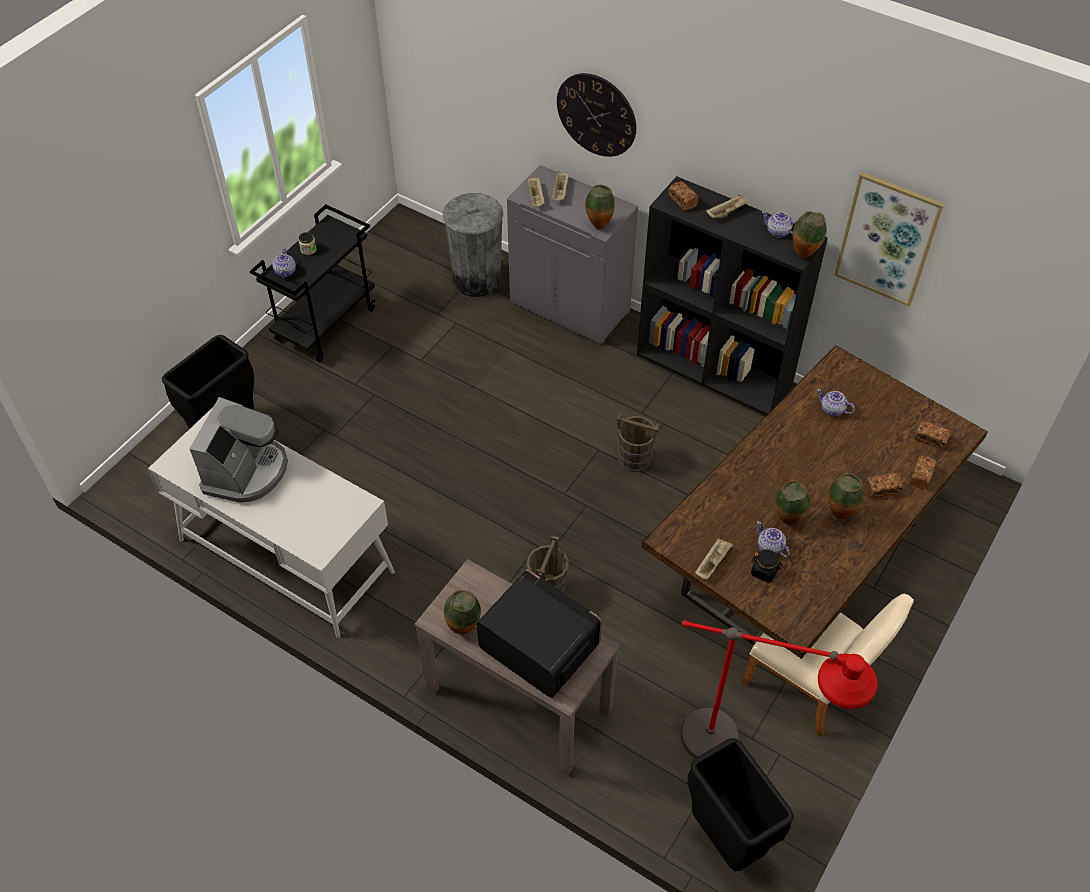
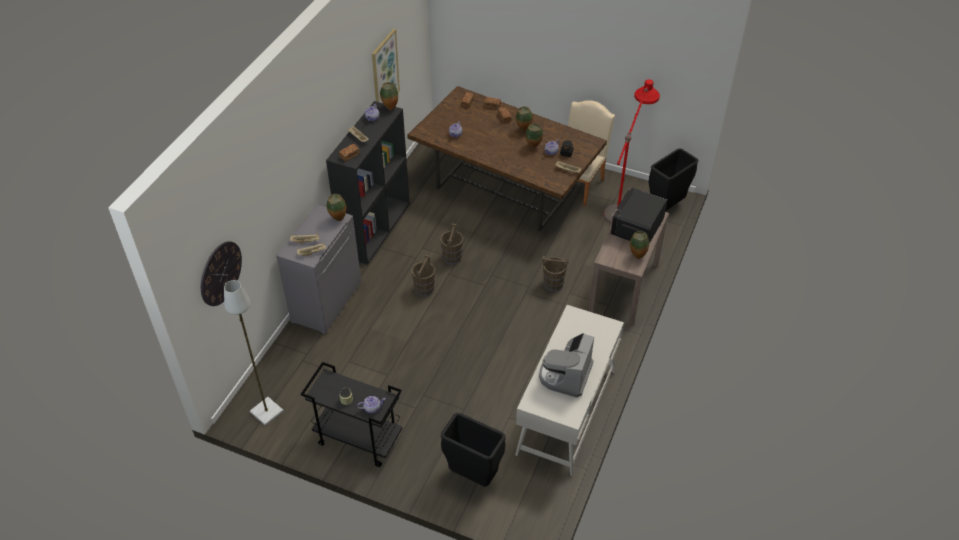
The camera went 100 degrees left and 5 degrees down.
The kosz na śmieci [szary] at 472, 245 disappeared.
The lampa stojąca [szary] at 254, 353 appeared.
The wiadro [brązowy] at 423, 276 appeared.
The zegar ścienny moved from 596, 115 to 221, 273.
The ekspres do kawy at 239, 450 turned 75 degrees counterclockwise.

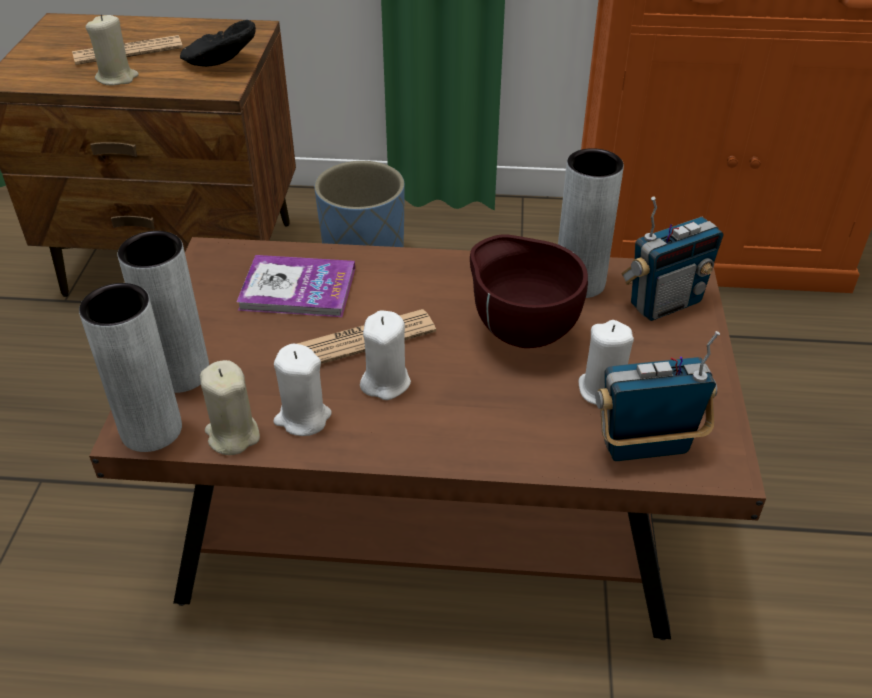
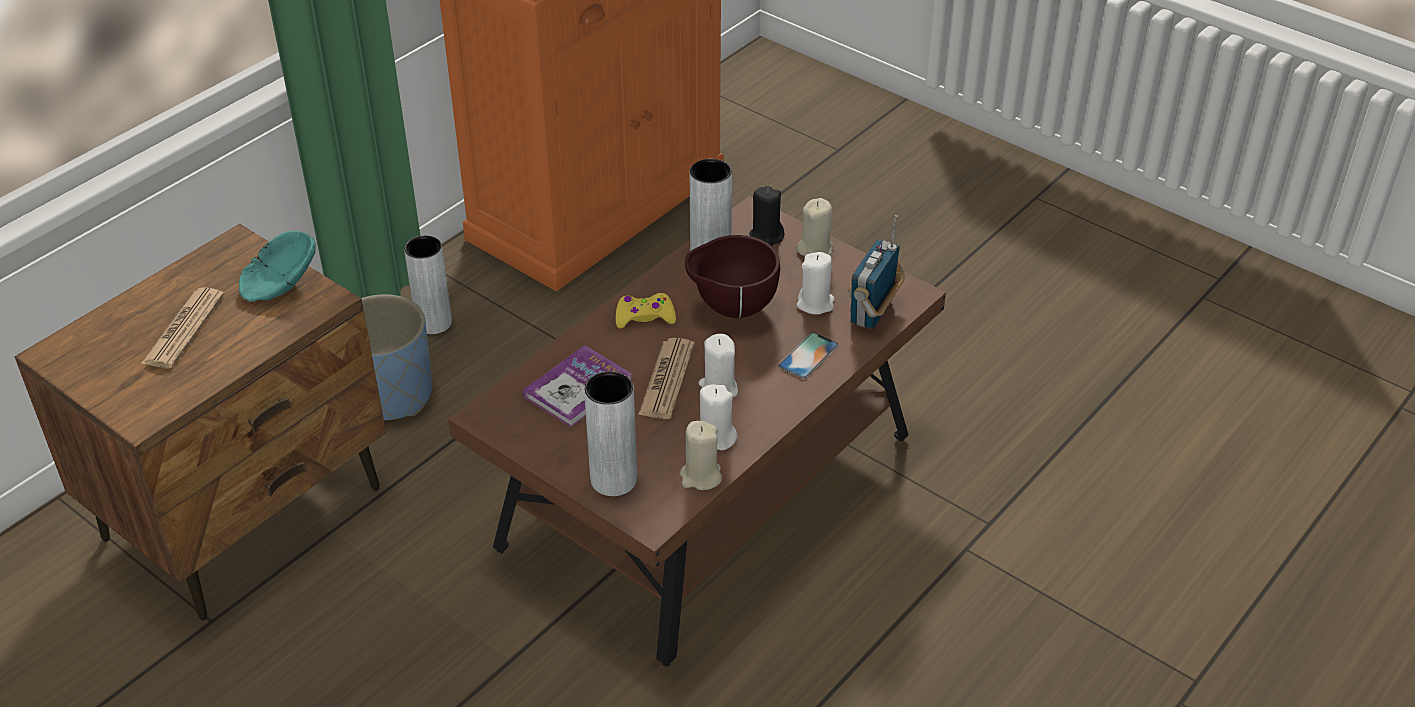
The camera went 55 degrees left and 0 degrees up.
The pad do gier [żółty] at 646, 311 appeared.
The telefon at 808, 355 appeared.
The wazon [szary] moved from 130, 367 to 428, 285.
The świeca [beżowy] moved from 112, 49 to 814, 227.
The radio at 672, 259 was replaced by the świeca [czarny] at 767, 216.
The miska [czarny] at 218, 43 became the miska [turkusowy] at 277, 266.

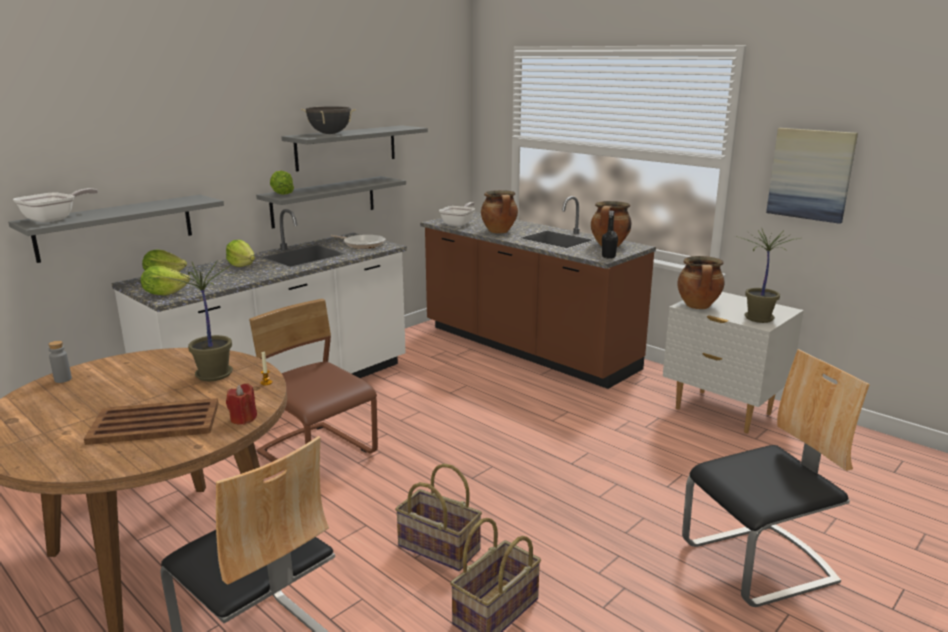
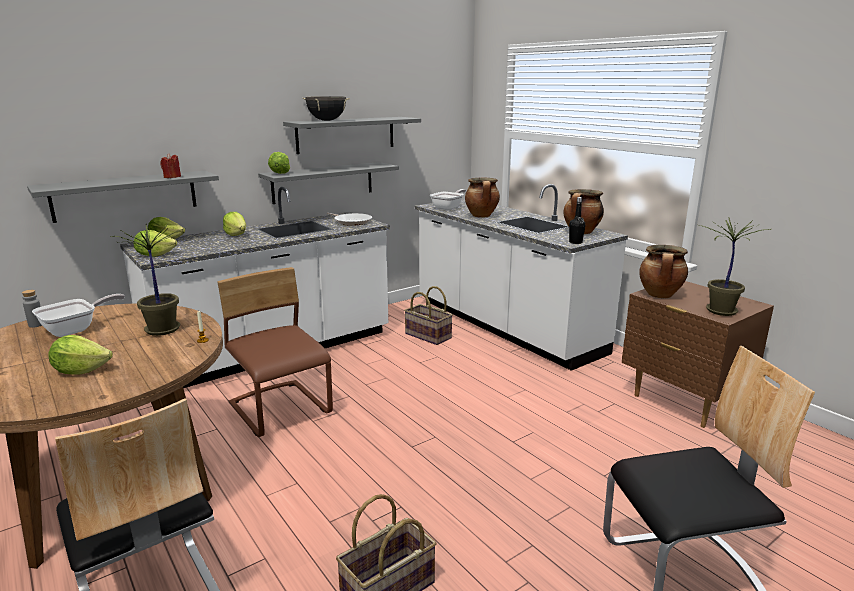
The camera went 10 degrees right and 0 degrees up.
The obraz at 812, 176 disappeared.
The patelnia moved from 55, 205 to 78, 315.
The świeca [czerwony] moved from 241, 403 to 171, 166.
The koszyk moved from 438, 517 to 428, 315.
The taca [brązowy] at 151, 421 was replaced by the sałata at 80, 355.
The zabudowa kuchenna [brązowy] at 538, 292 became the zabudowa kuchenna [biały] at 521, 277.
The szafka nocna [biały] at 733, 363 became the szafka nocna [brązowy] at 698, 354.

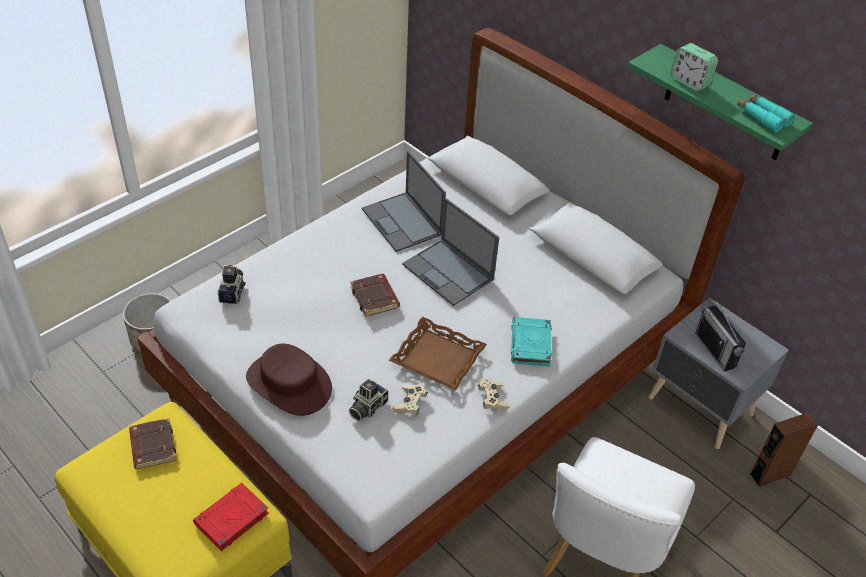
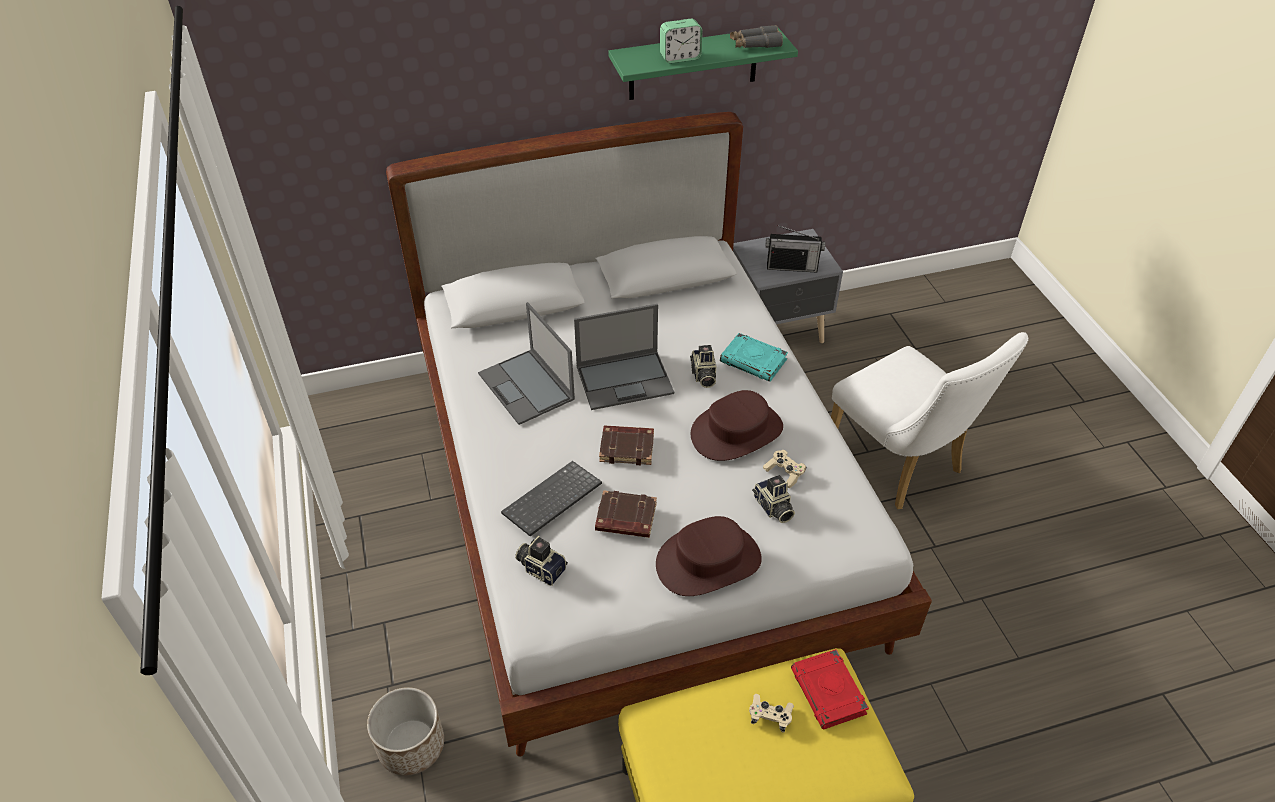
The camera went 60 degrees left and 0 degrees up.
The głośnik [brązowy] at 783, 450 disappeared.
The klawiatura at 551, 498 appeared.
The aparat fotograficzny at 703, 366 appeared.
The książka [brązowy] moved from 153, 443 to 626, 514.
The pad do gier [beżowy] moved from 494, 395 to 771, 713.
The taca [brązowy] at 438, 354 was replaced by the kapelusz [brązowy] at 737, 425.
The lornetka [turkusowy] at 766, 113 became the lornetka [szary] at 756, 36.
The laptop at 404, 201 turned 60 degrees clockwise.

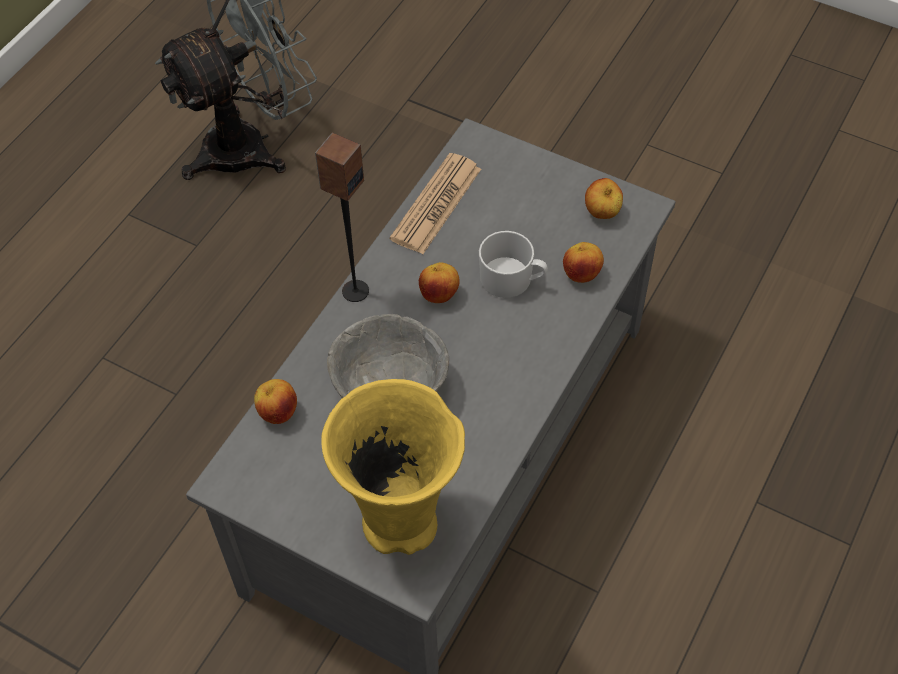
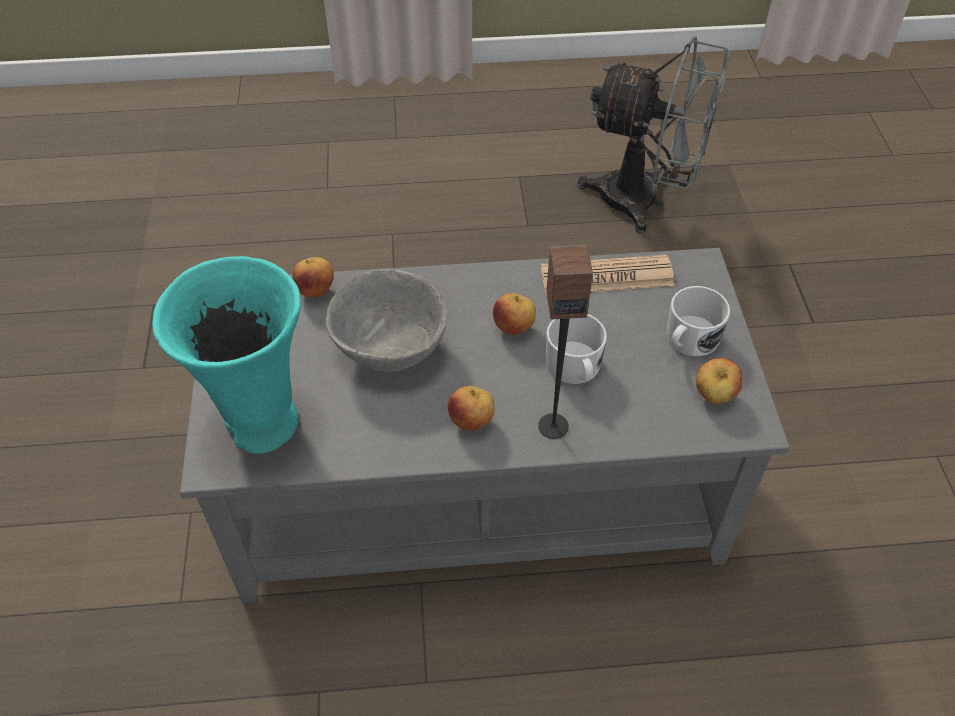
The camera went 55 degrees right and 5 degrees down.
The kubek [biały] at 698, 321 appeared.
The głośnik moved from 342, 217 to 565, 342.
The jabłko moved from 583, 262 to 471, 408.
The wazon [żółty] at 393, 467 became the wazon [turkusowy] at 226, 355.

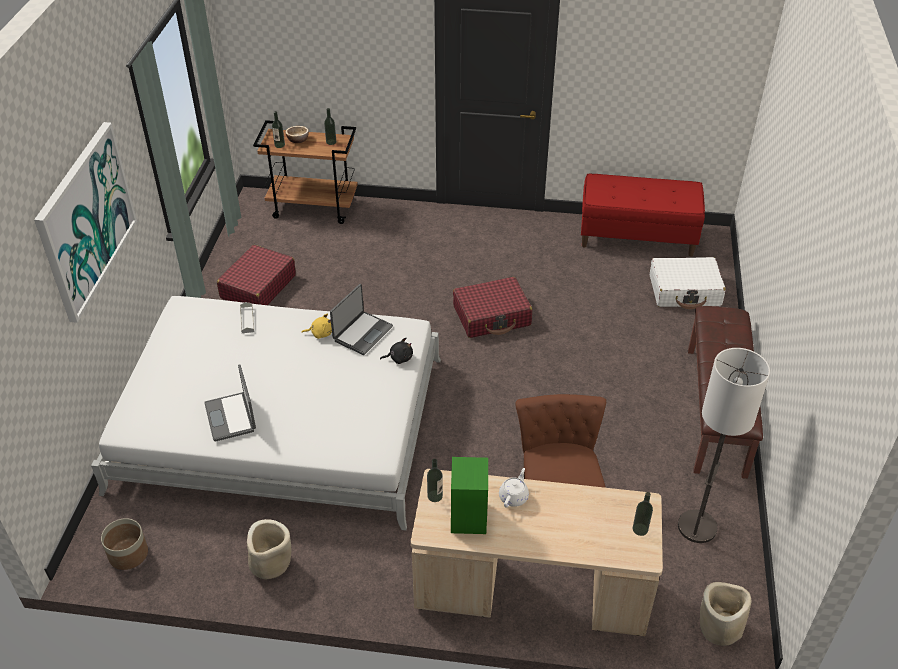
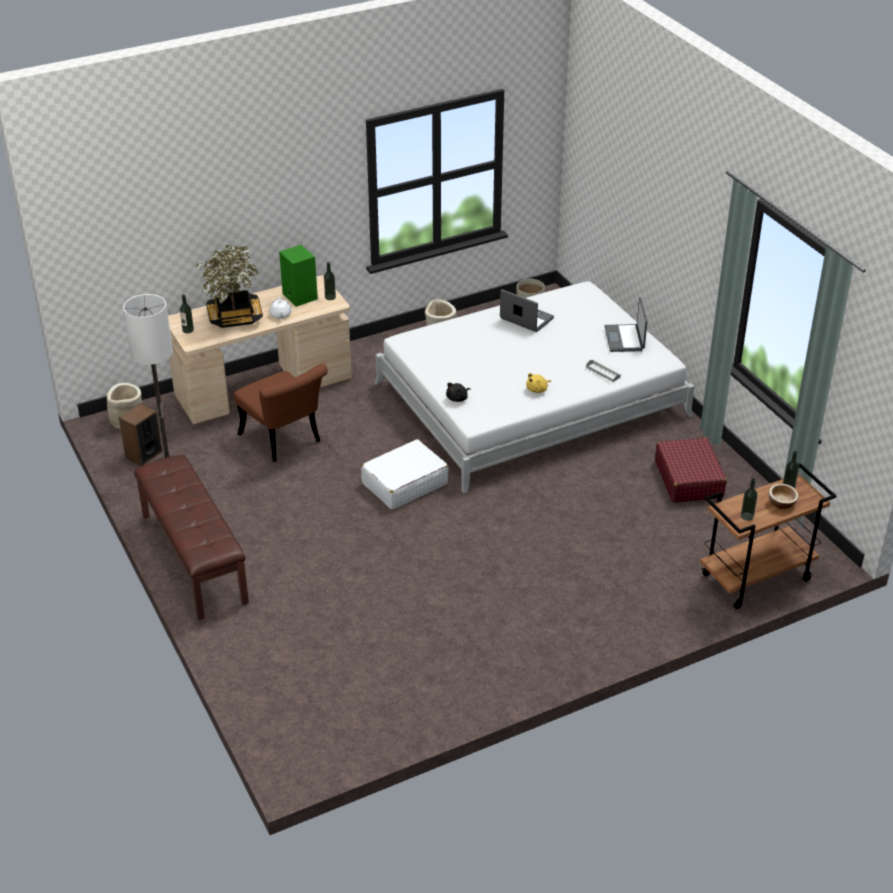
The camera went 145 degrees right and 5 degrees down.
The obraz at 85, 222 disappeared.
The walizka [czerwony] at 492, 307 disappeared.
The ławka [czerwony] at 643, 215 disappeared.
The głośnik at 141, 434 appeared.
The roślina doniczkowa at 229, 286 appeared.
The laptop moved from 361, 319 to 626, 324.
The walizka [biały] moved from 688, 283 to 404, 474.

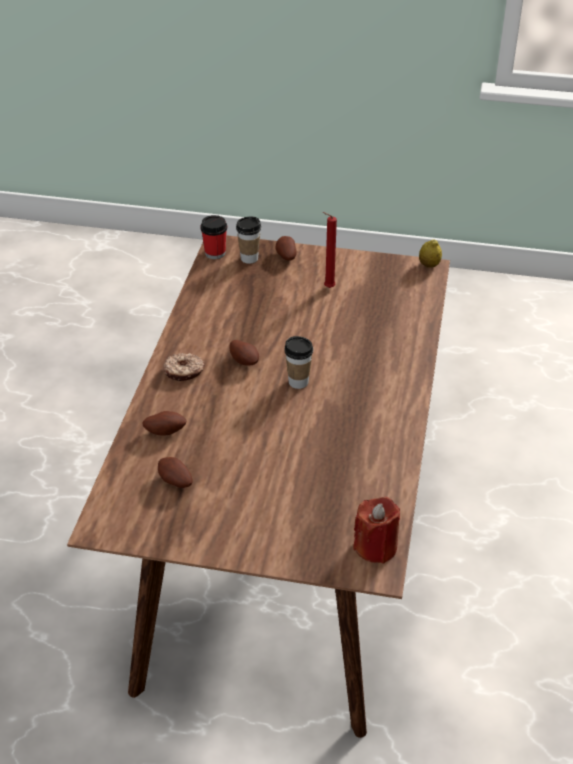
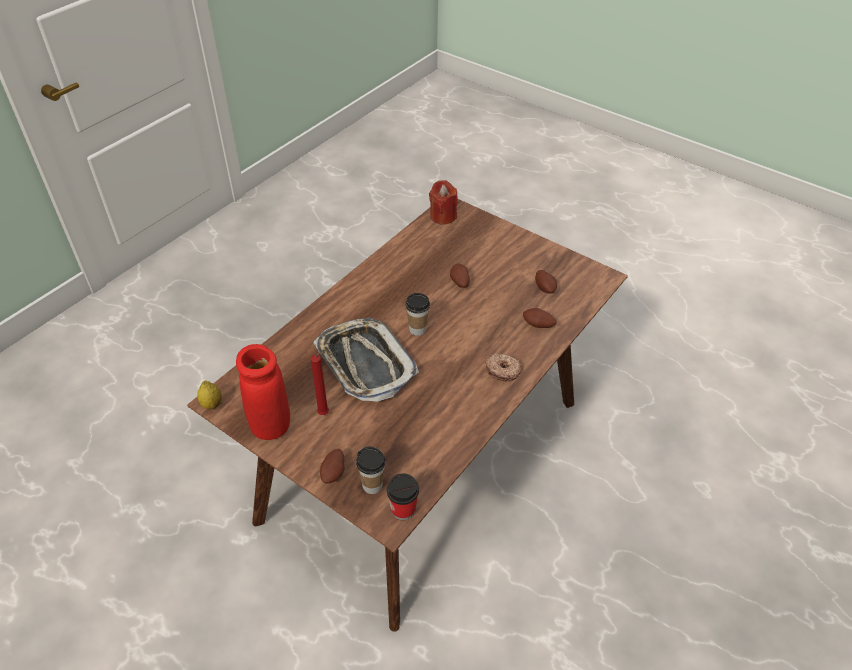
The camera went 155 degrees left and 5 degrees up.
The wazon [czerwony] at 263, 392 appeared.
The taca at 366, 360 appeared.
The ziemniak moved from 244, 353 to 460, 276.

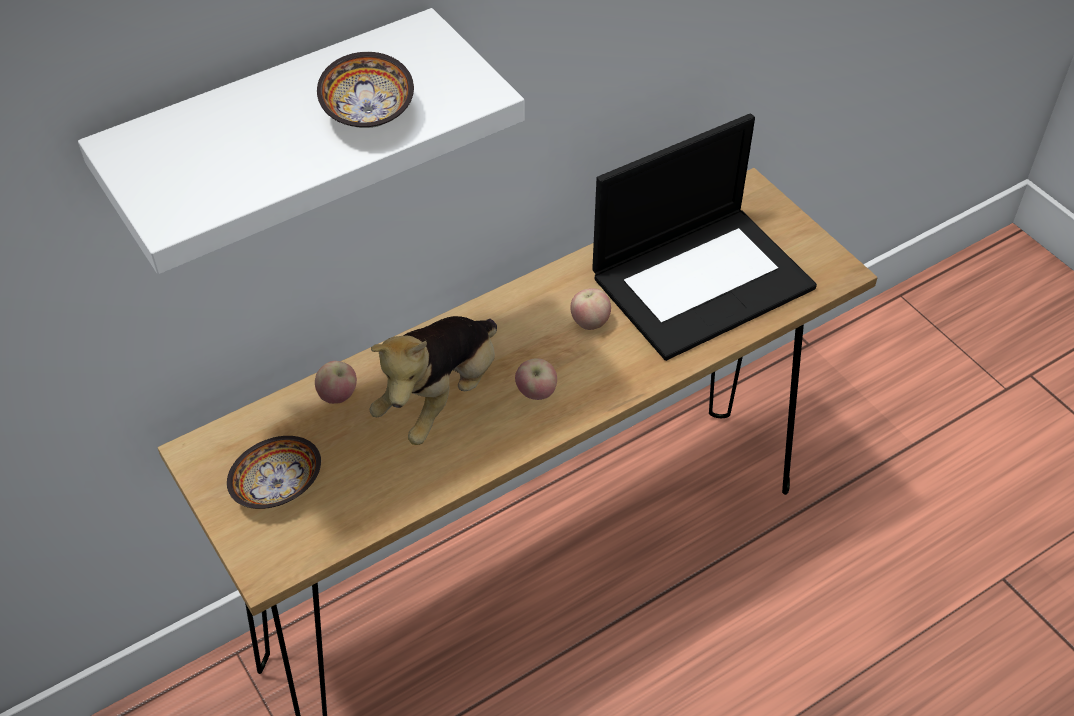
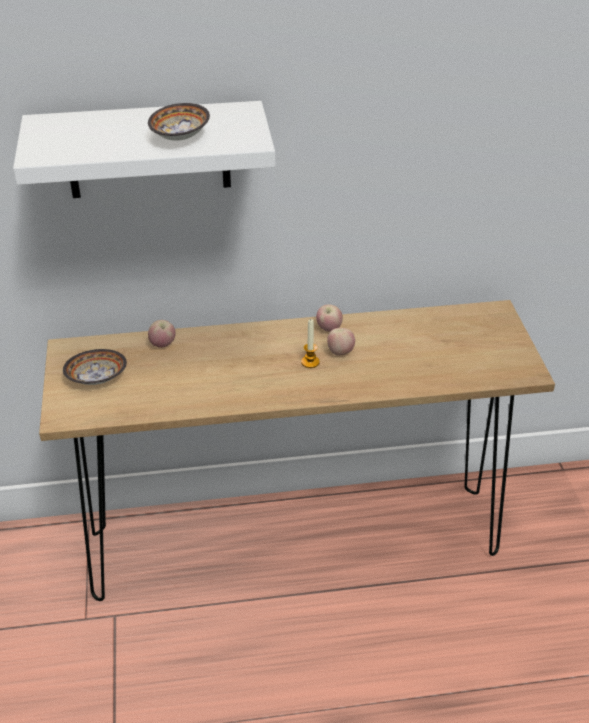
The camera went 25 degrees right and 10 degrees down.
The pluszak at 433, 380 disappeared.
The laptop at 704, 237 disappeared.
The świeca at 310, 343 appeared.
The jabłko moved from 536, 379 to 329, 318.

